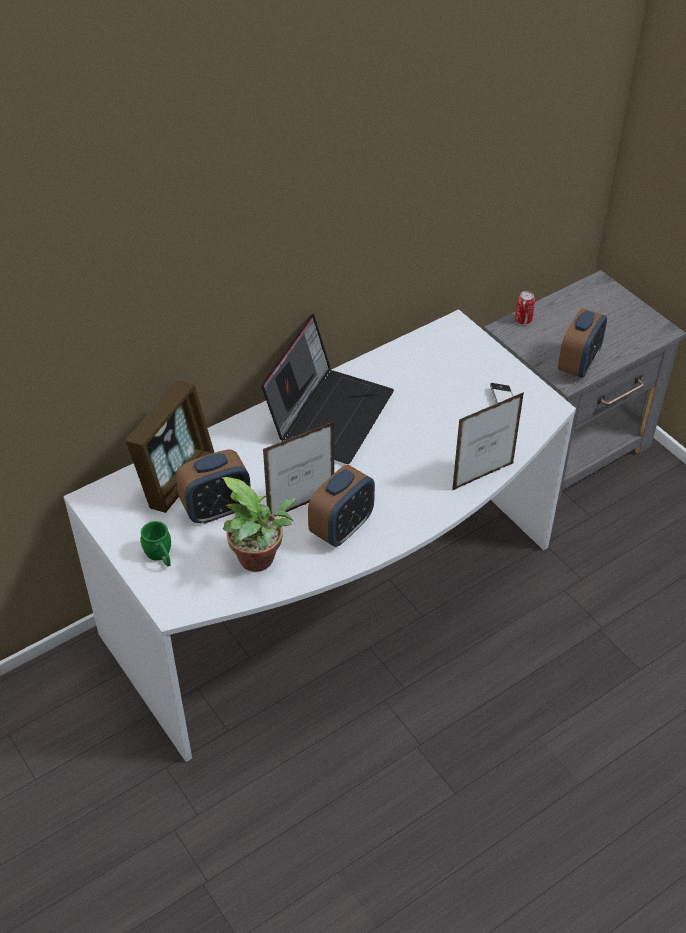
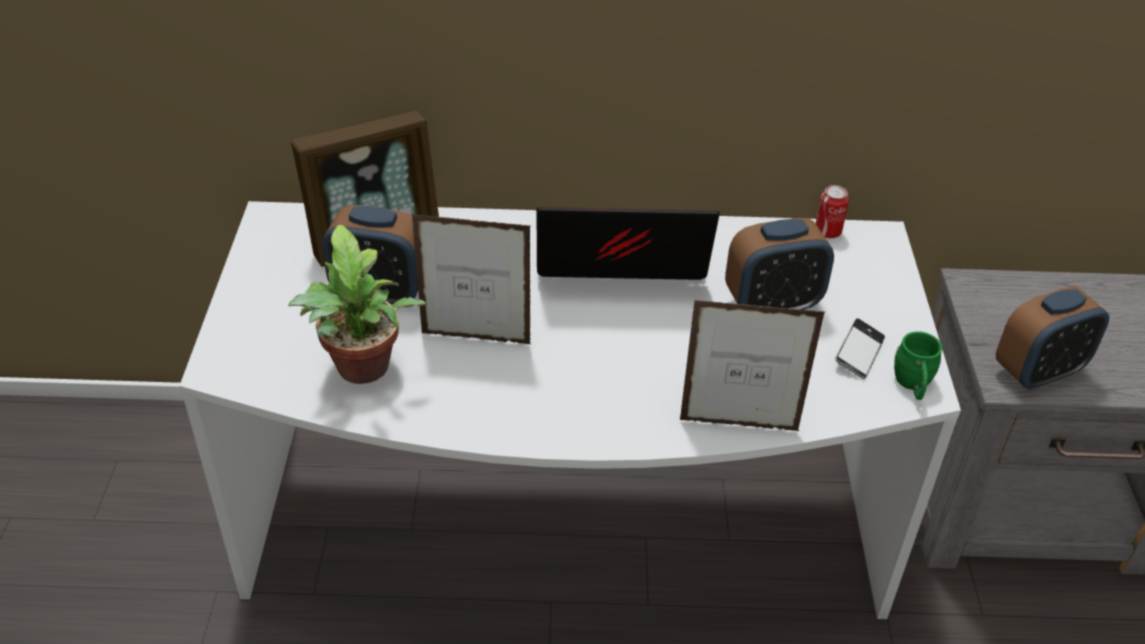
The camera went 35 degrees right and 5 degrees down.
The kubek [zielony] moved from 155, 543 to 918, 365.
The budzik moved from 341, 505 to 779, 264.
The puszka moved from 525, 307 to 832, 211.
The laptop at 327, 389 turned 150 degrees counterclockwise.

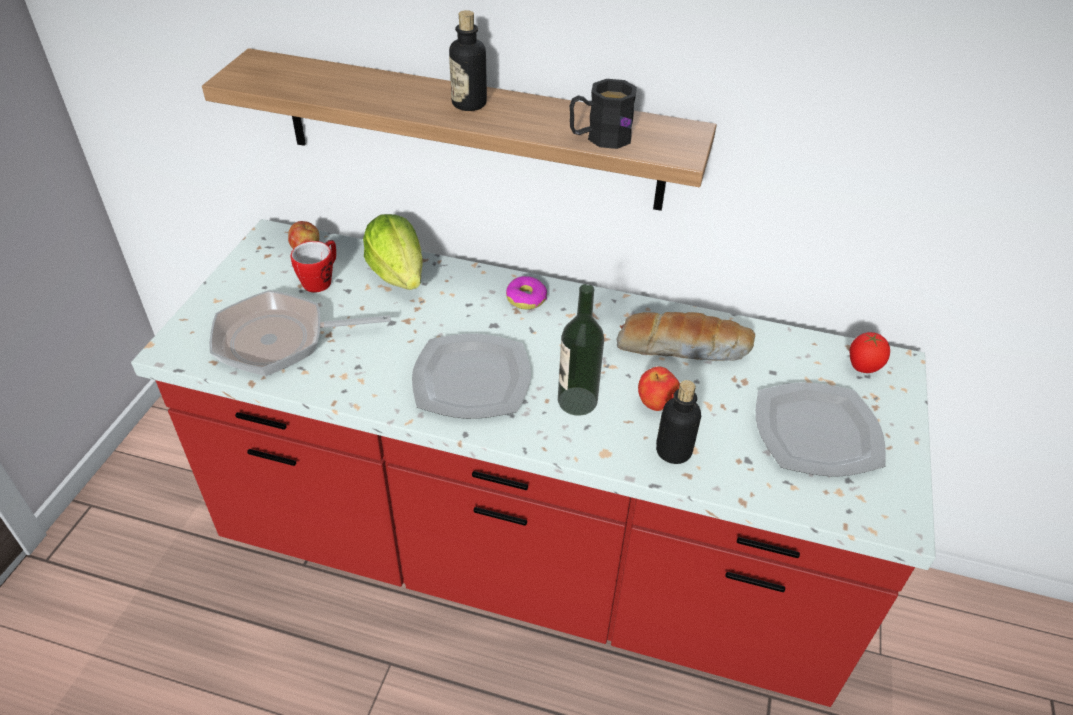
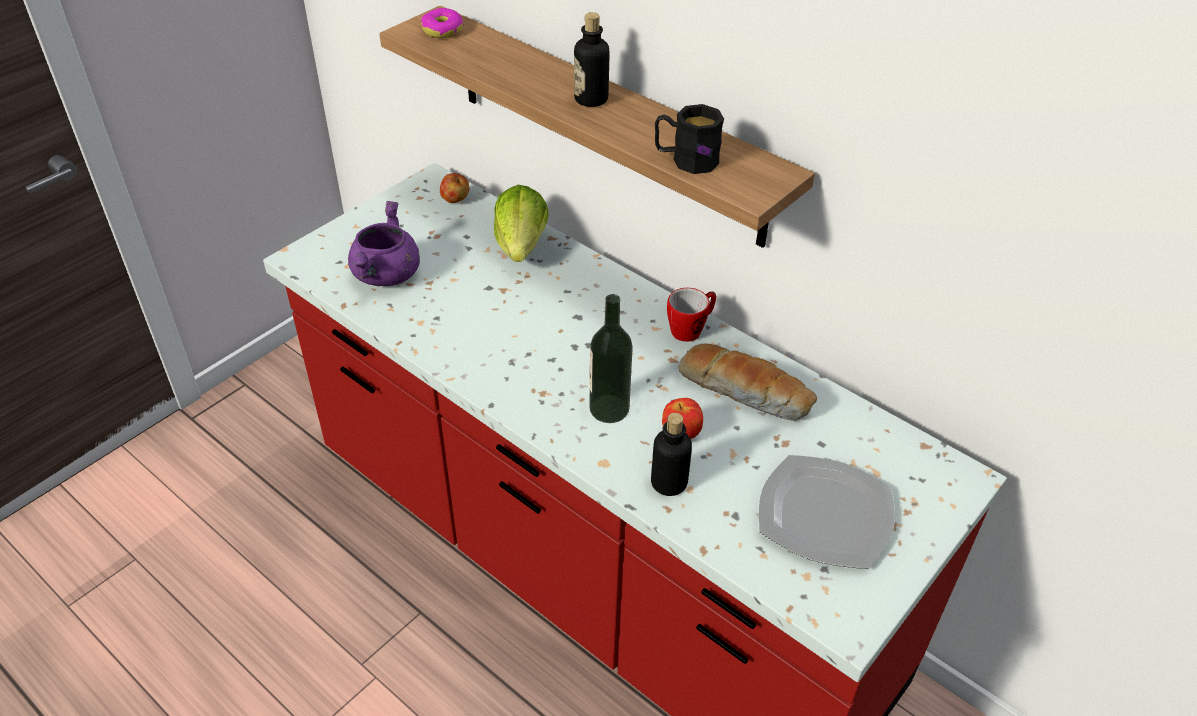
The camera went 25 degrees right and 0 degrees up.
The talerz at 471, 376 disappeared.
The pomidor at 870, 352 disappeared.
The kubek moved from 313, 266 to 691, 315.
The donut moved from 526, 292 to 442, 23.
The patelnia at 300, 333 was replaced by the garnek [fioletowy] at 384, 243.

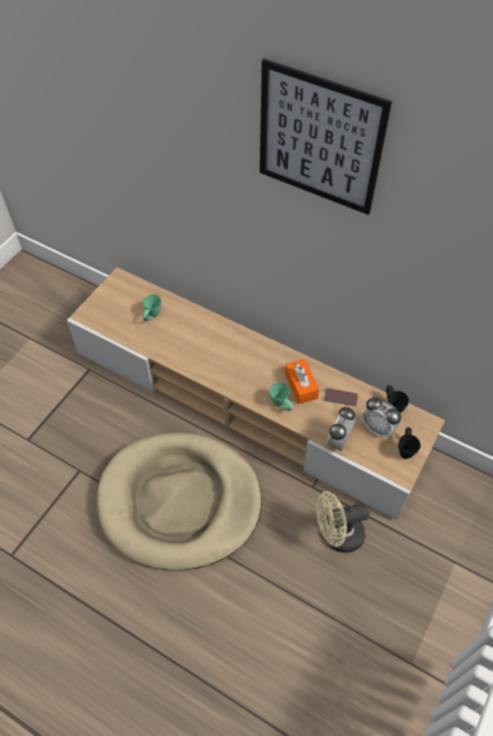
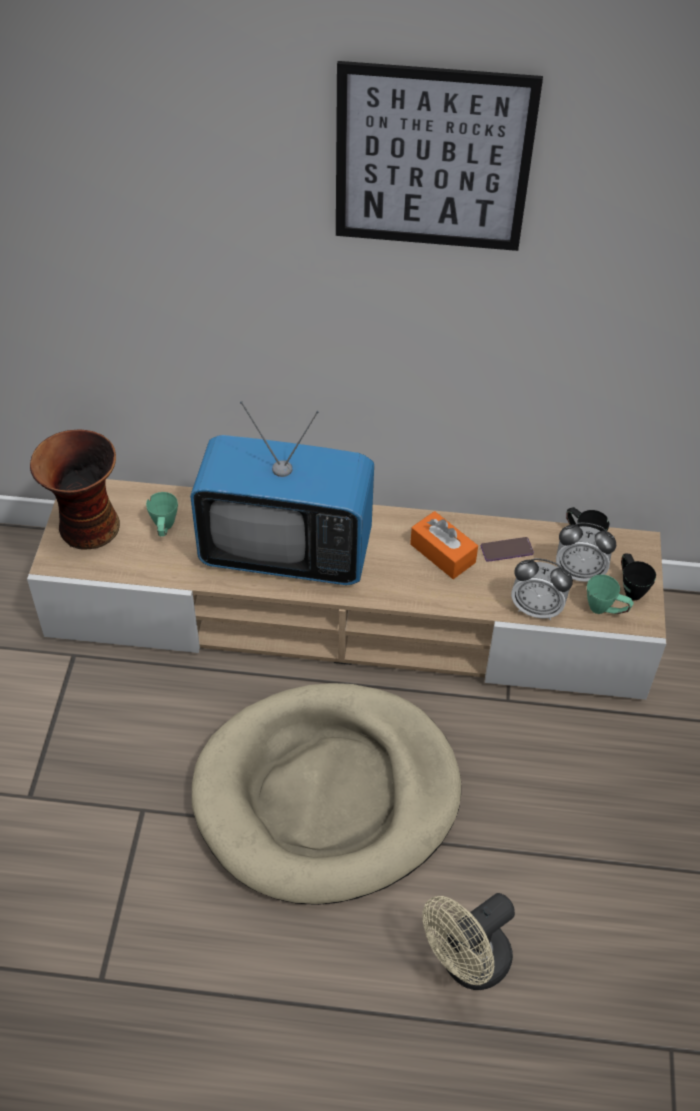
The camera went 25 degrees left and 5 degrees down.
The wazon at 75, 489 appeared.
The telewizor at 282, 493 appeared.
The kubek [zielony] moved from 281, 397 to 610, 594.
The wentylator [beżowy] moved from 343, 522 to 469, 941.
The budzik at 341, 429 turned 75 degrees counterclockwise.

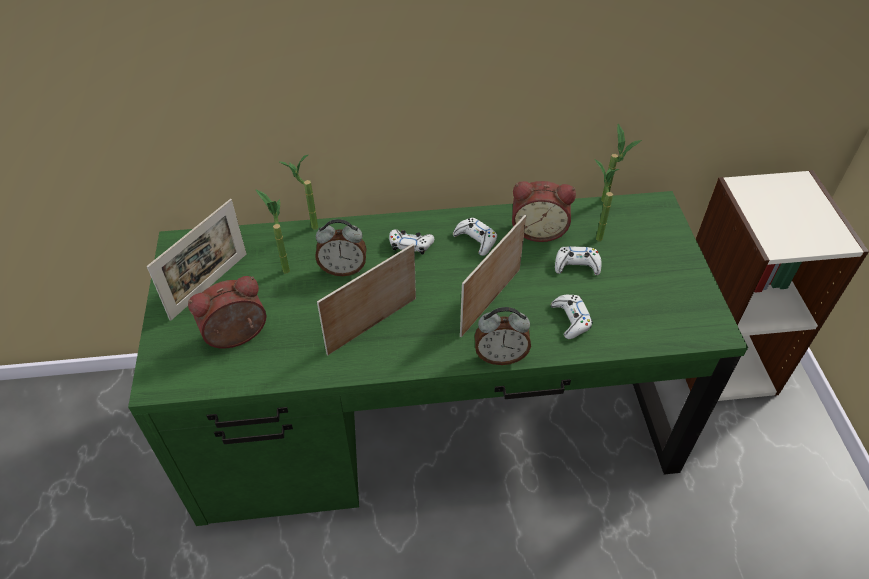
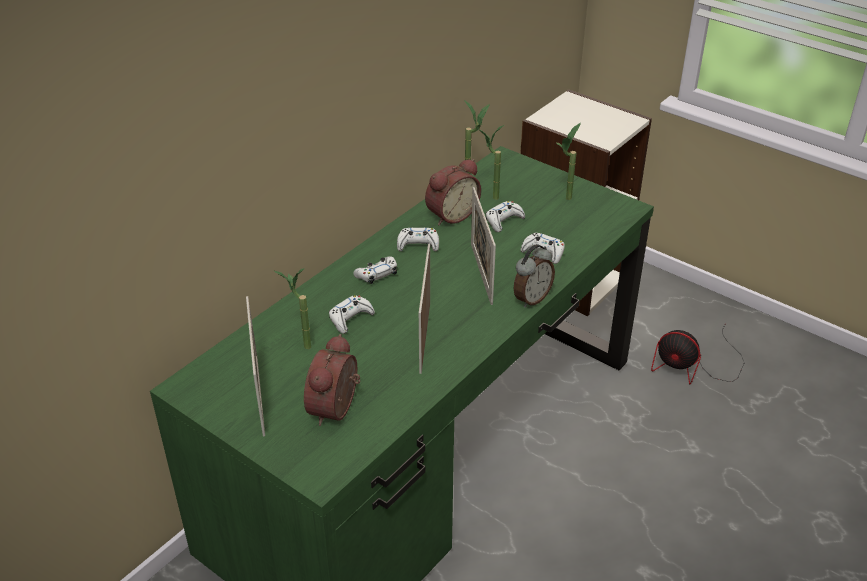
The camera went 45 degrees left and 10 degrees down.
The wentylator at 697, 353 appeared.
The roślina doniczkowa moved from 298, 192 to 568, 161.
The budzik at 341, 247 was replaced by the pad do gier [biały] at 352, 314.

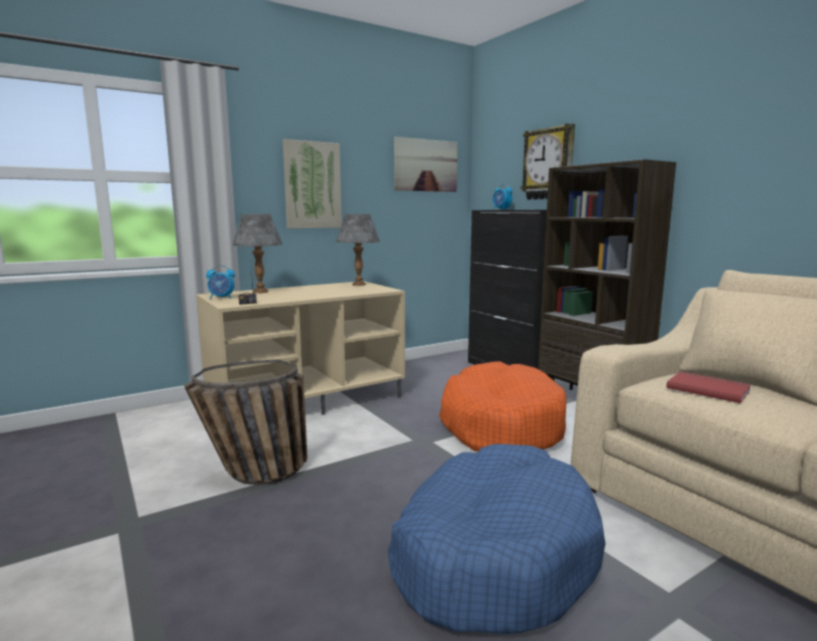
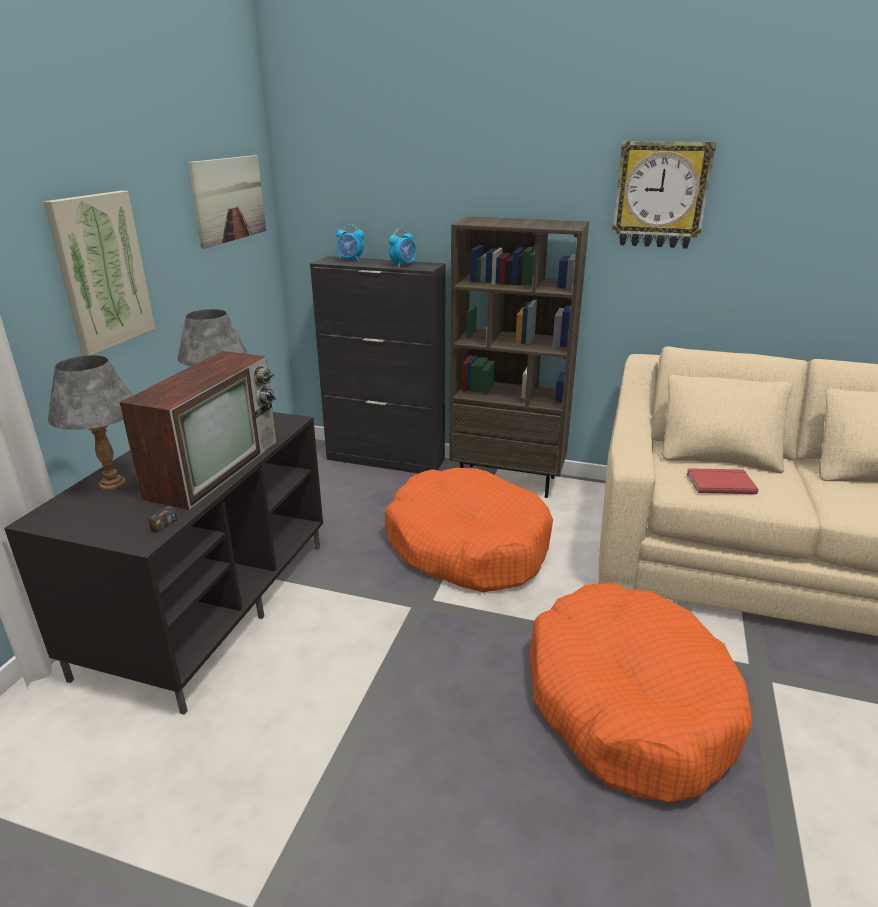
The camera went 40 degrees left and 15 degrees up.
The koszyk at 246, 422 disappeared.
The telewizor at 198, 430 appeared.
The budzik moved from 220, 282 to 402, 248.
The zegar ścienny moved from 548, 162 to 664, 195.
The szafka pod telewizor [beżowy] at 300, 348 became the szafka pod telewizor [czarny] at 163, 563.
The legowisko [niebieski] at 496, 539 became the legowisko [pomarańczowy] at 641, 693.

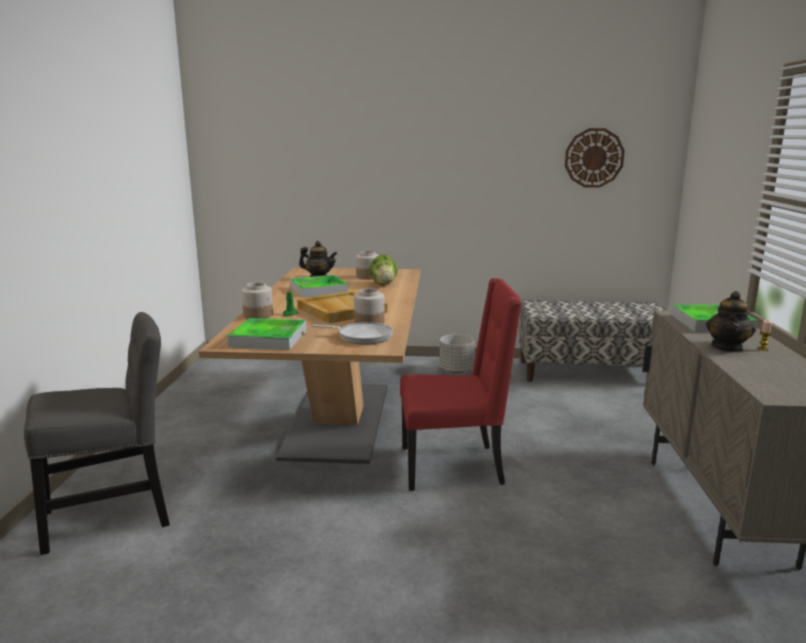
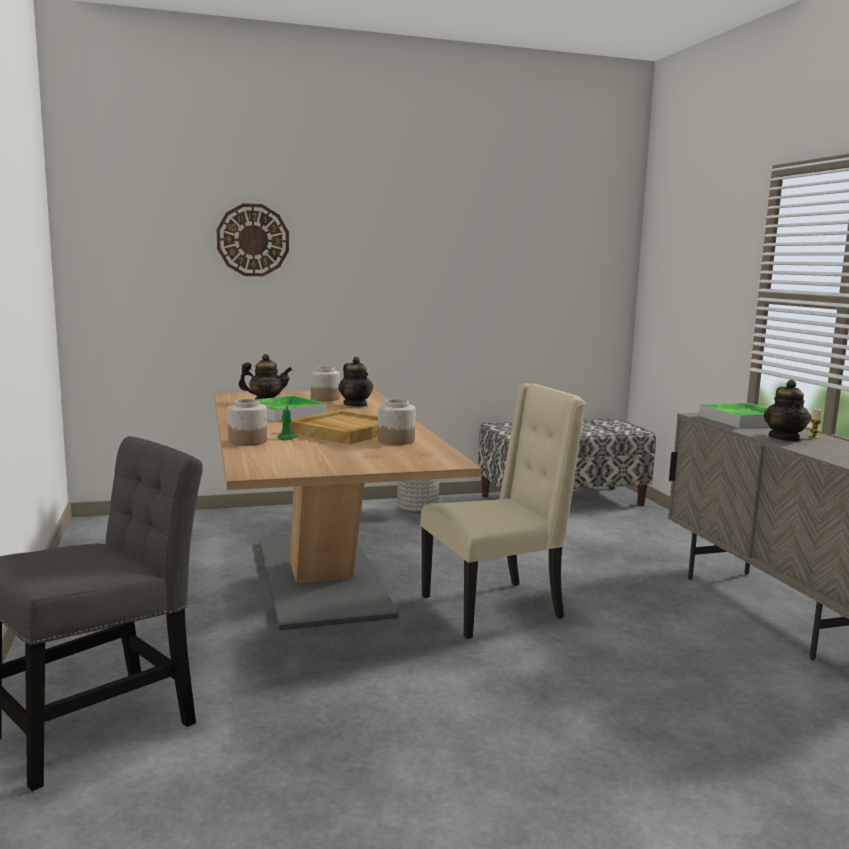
The camera went 20 degrees left and 5 degrees down.
The taca at 267, 334 disappeared.
The patelnia at 352, 333 disappeared.
The zegar ścienny moved from 595, 158 to 253, 239.
The sałata at 383, 270 was replaced by the imbryk at 355, 382.
The krzesło [czerwony] at 461, 384 became the krzesło [beżowy] at 502, 511.

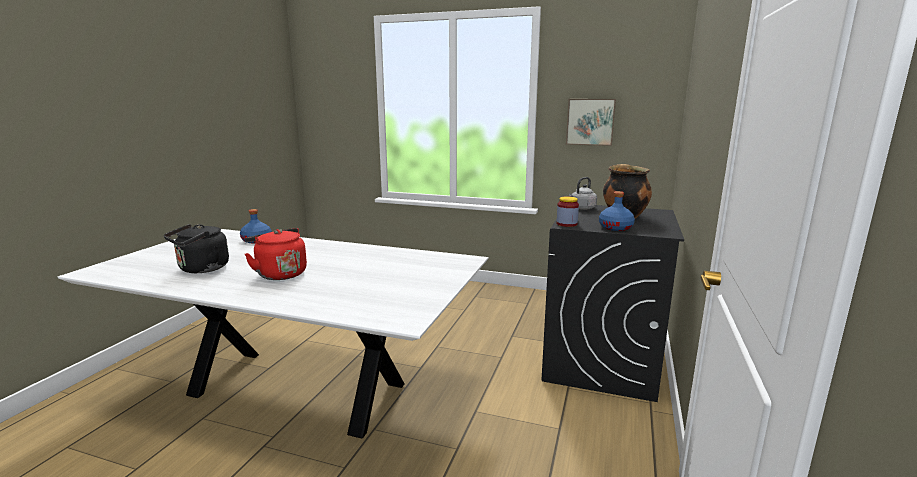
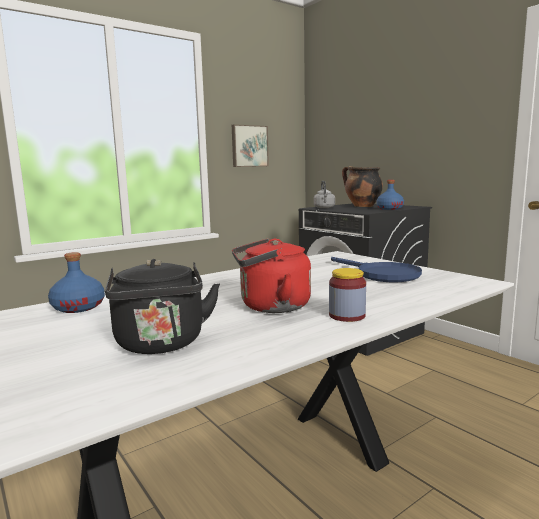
The camera went 55 degrees left and 5 degrees down.
The patelnia [niebieski] at 376, 269 appeared.
The słoik moved from 567, 212 to 347, 295.

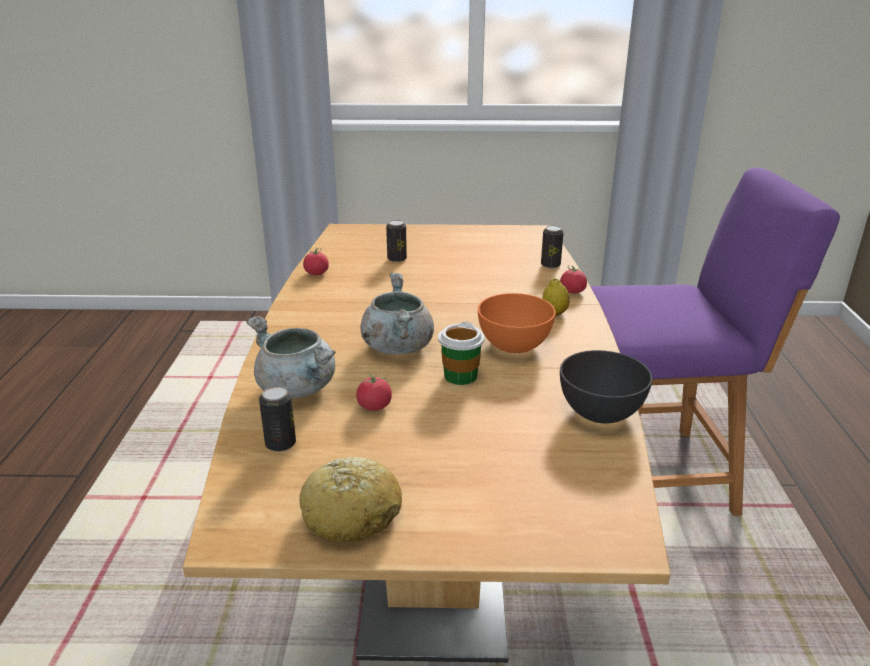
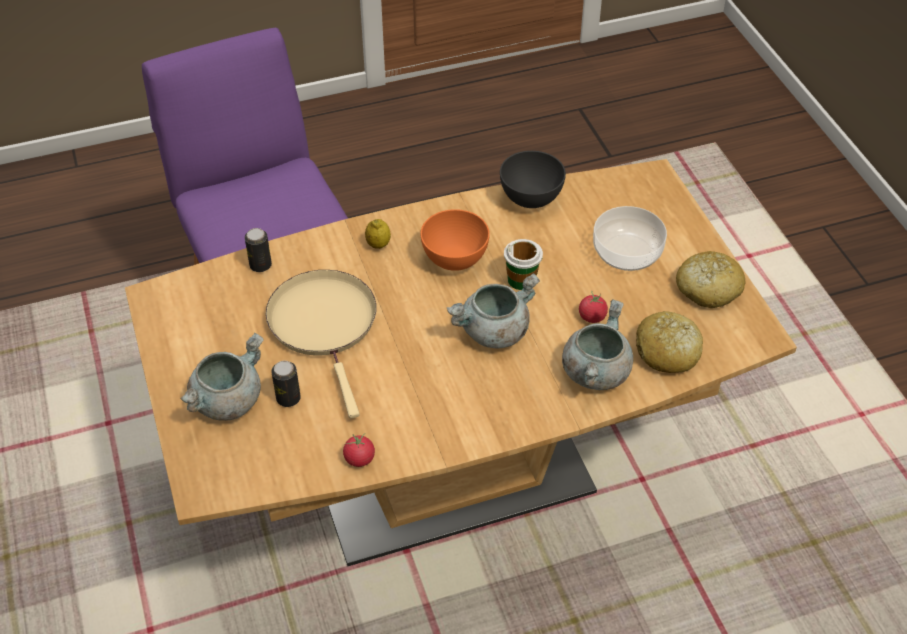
The camera went 110 degrees left and 20 degrees up.
The pomidor at 573, 280 disappeared.
The garnek [szary] at 222, 377 appeared.
The patelnia [beżowy] at 321, 344 appeared.
The miska at 630, 238 appeared.
The puszka at 277, 419 was replaced by the chleb at 669, 342.

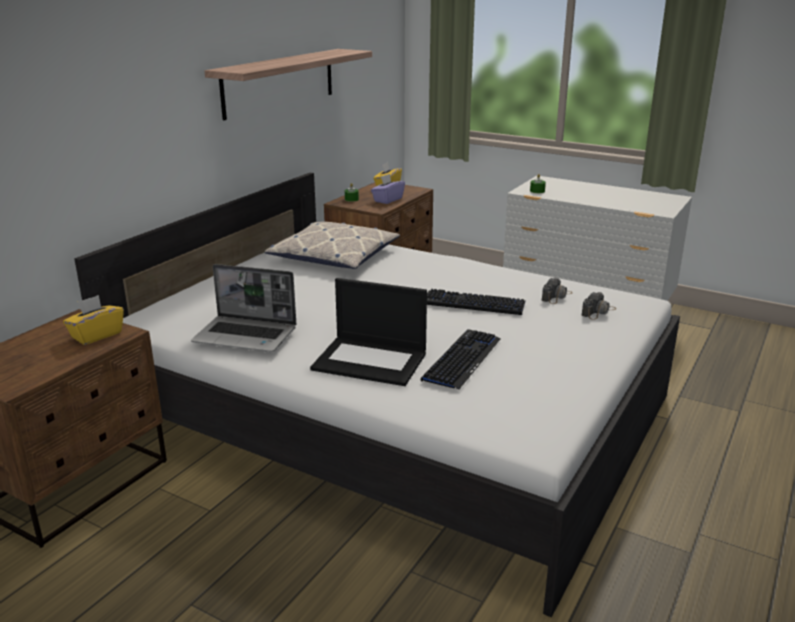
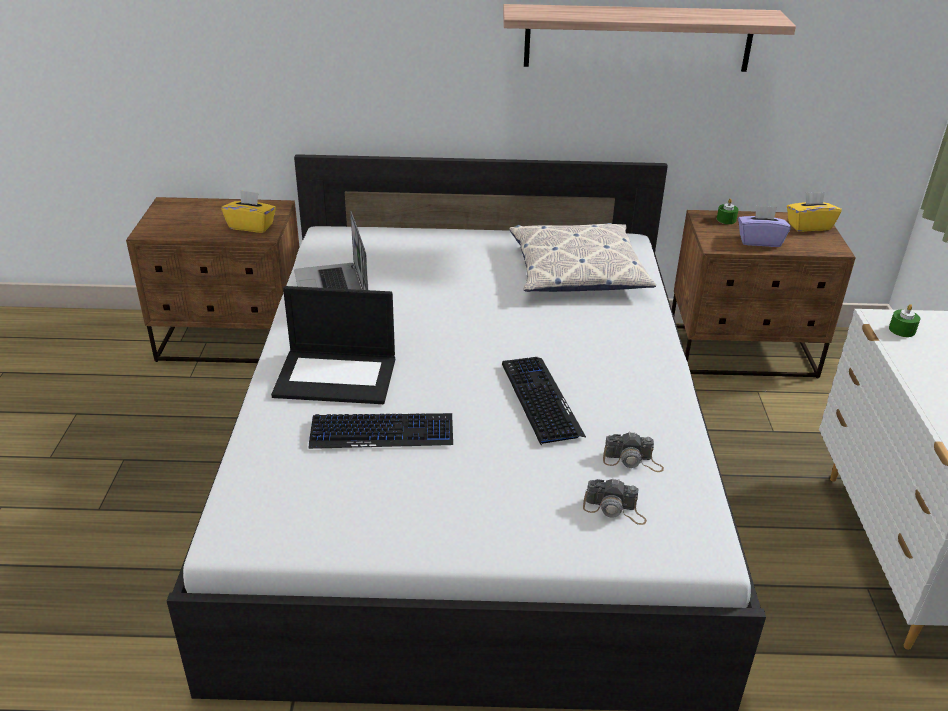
The camera went 60 degrees right and 10 degrees up.
The laptop at 368, 332 turned 75 degrees counterclockwise.

